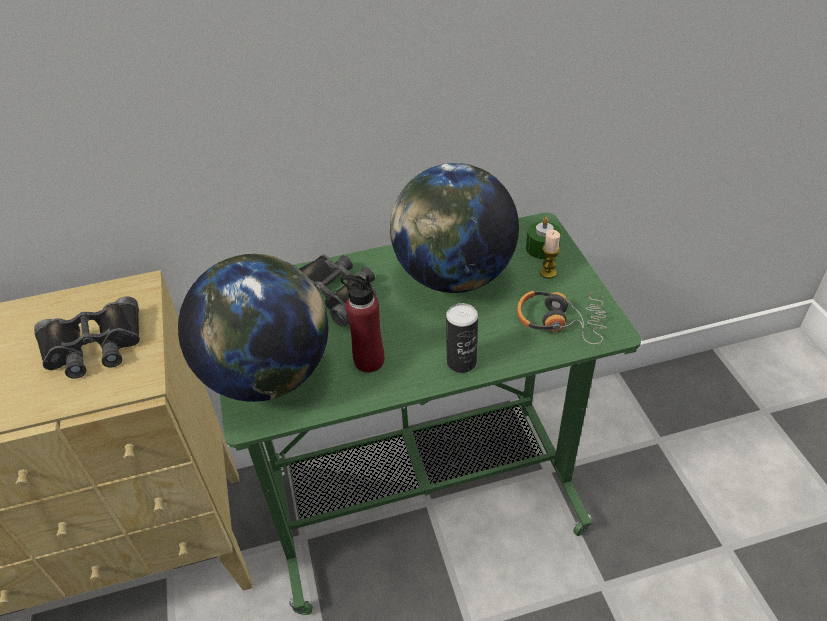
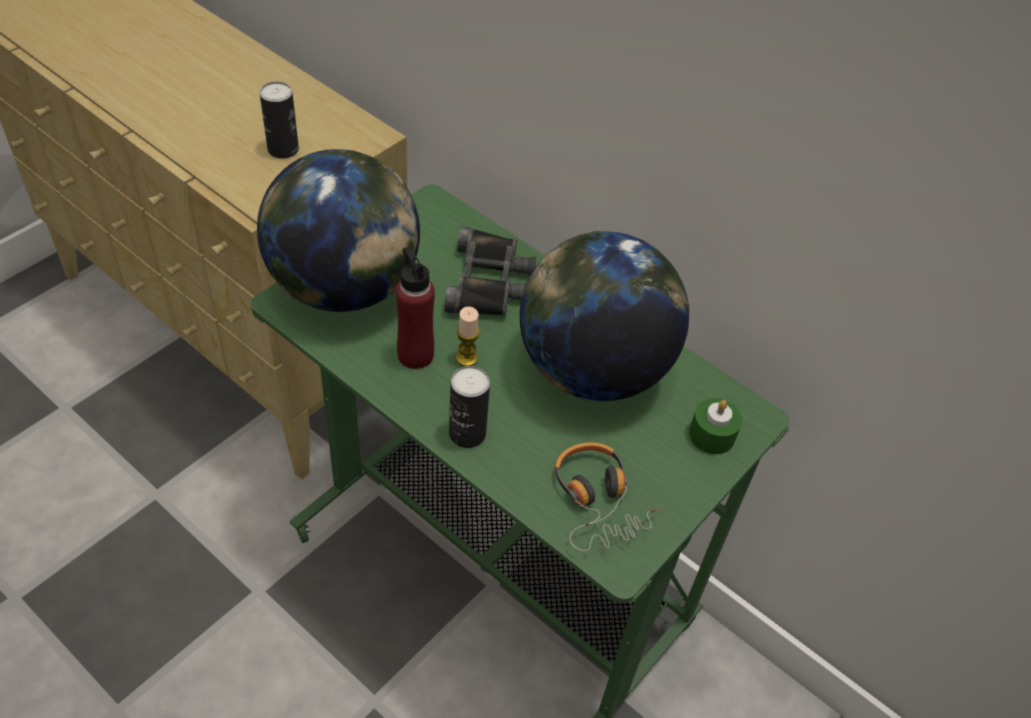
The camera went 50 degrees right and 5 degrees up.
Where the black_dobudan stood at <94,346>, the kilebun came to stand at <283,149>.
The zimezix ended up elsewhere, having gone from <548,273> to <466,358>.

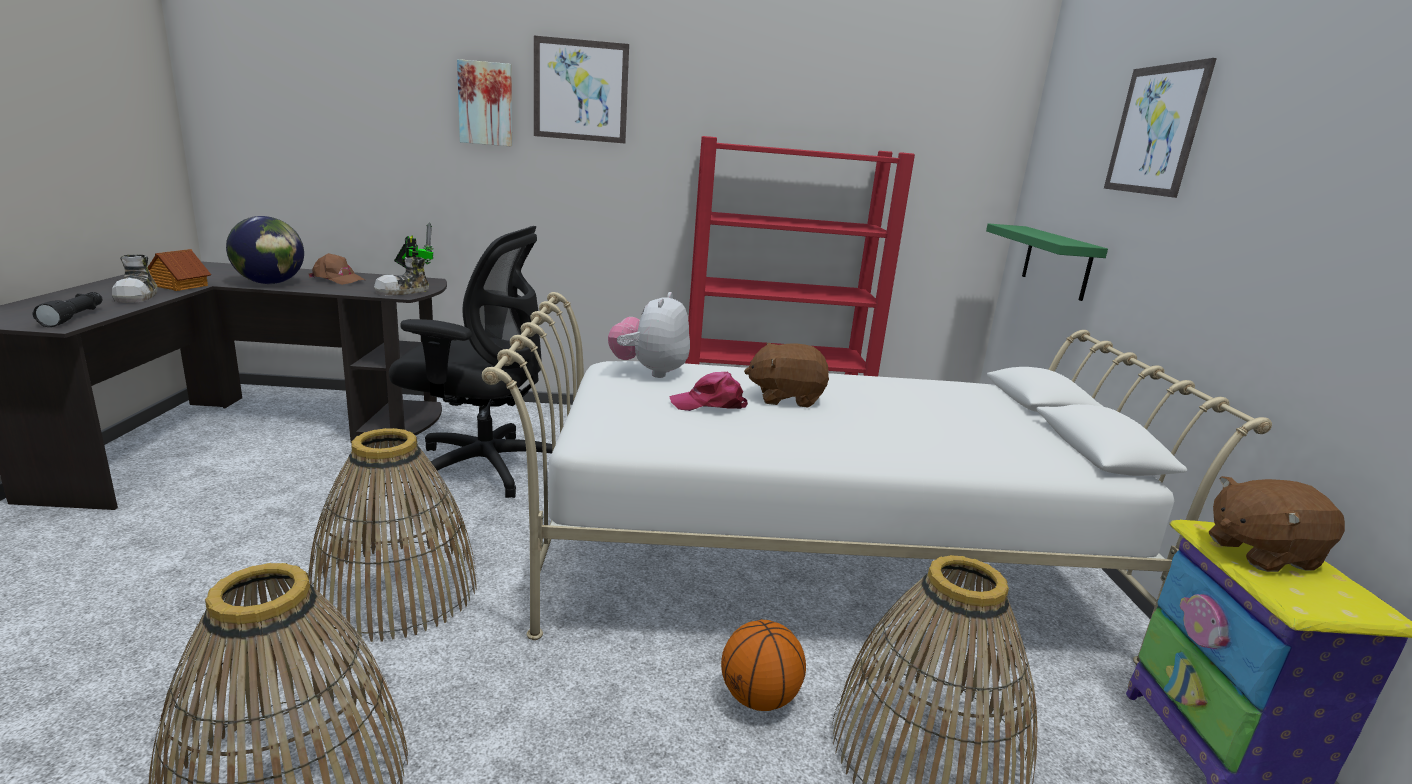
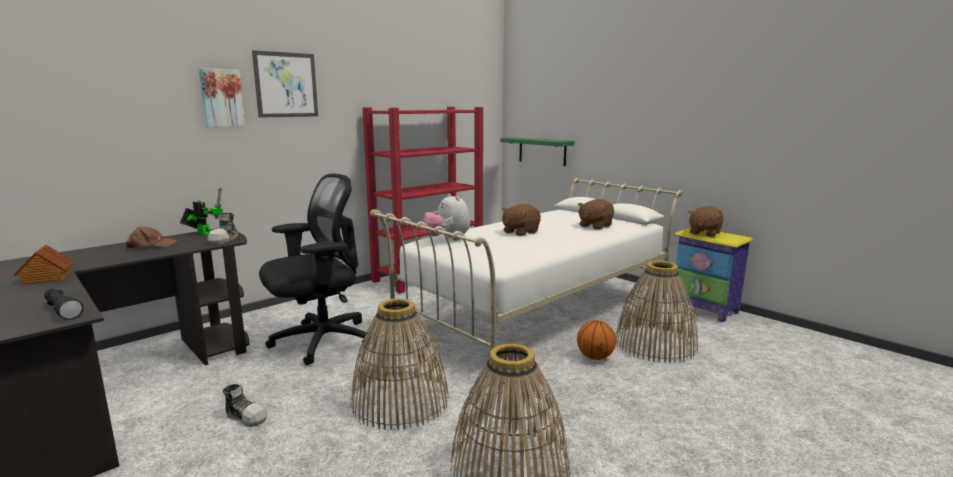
The camera went 40 degrees left and 5 degrees down.
The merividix ended up elsewhere, having gone from <138,296> to <246,416>.
The second view lost the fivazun at <270,283>.
The second view lost the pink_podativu at <709,404>.
The second view lost the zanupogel at <1155,130>.
The second view gained the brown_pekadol at <595,226>.

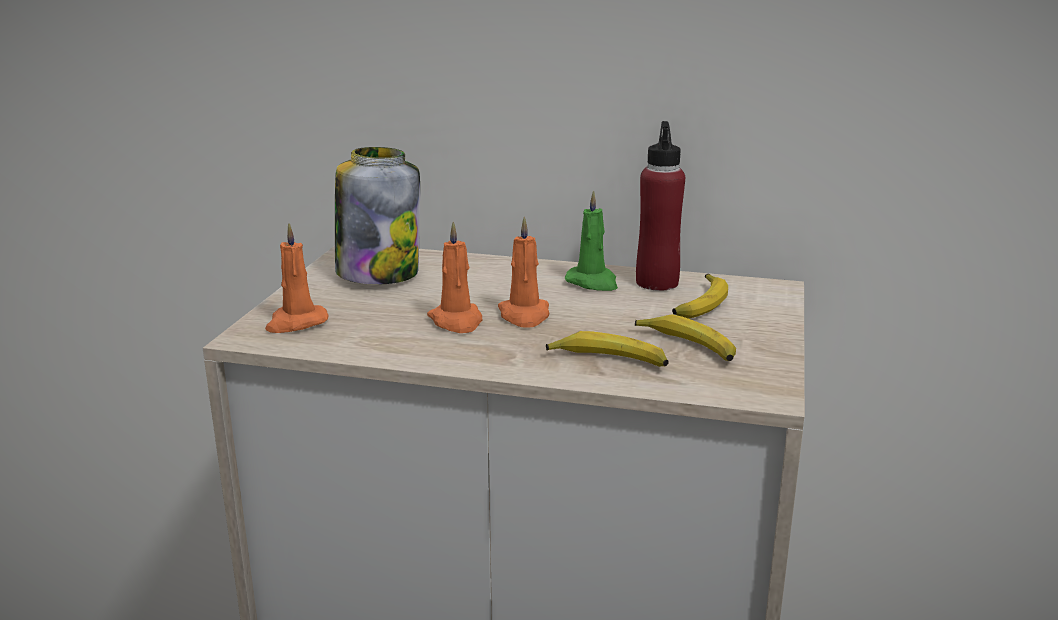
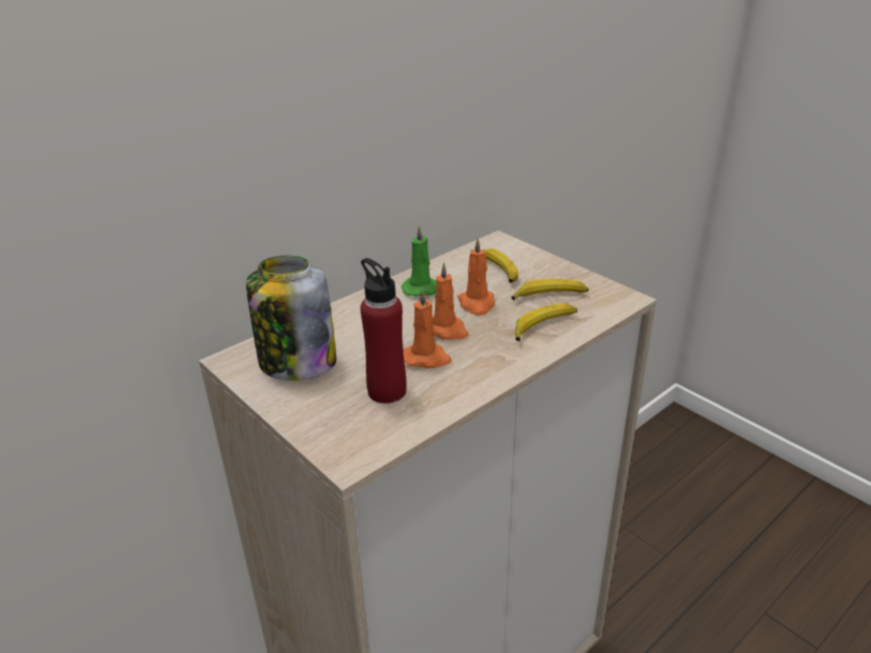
The camera went 55 degrees left and 10 degrees up.
The orange_zimezix ended up elsewhere, having gone from <296,323> to <477,304>.
The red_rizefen ended up elsewhere, having gone from <657,282> to <386,391>.

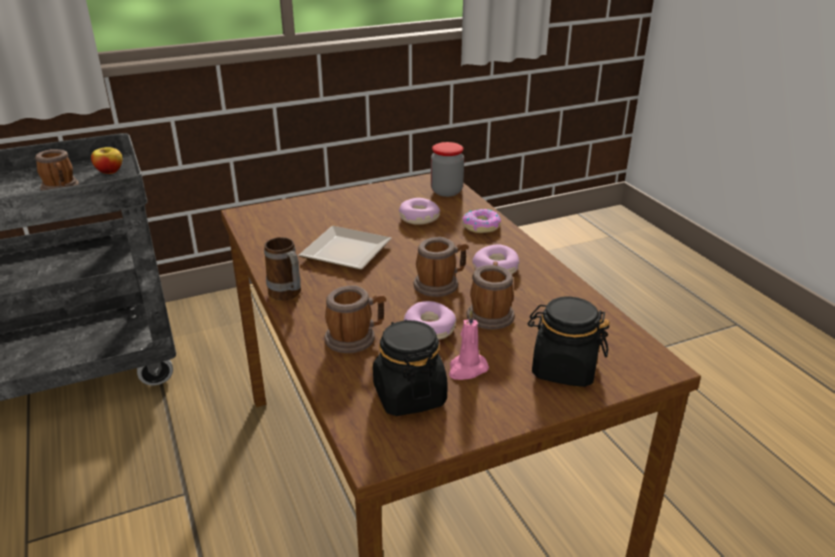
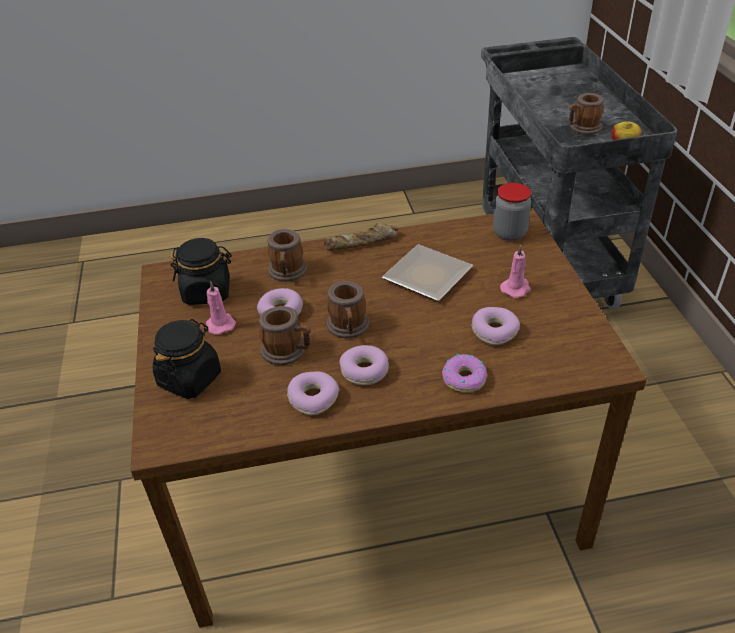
The camera went 105 degrees right and 10 degrees up.
Where the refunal stood at <287,295>, the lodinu came to stand at <362,243>.
The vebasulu ended up elsewhere, having gone from <446,191> to <509,233>.
The second view gained the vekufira at <313,398>.
The second view gained the pink_zimezix at <516,288>.

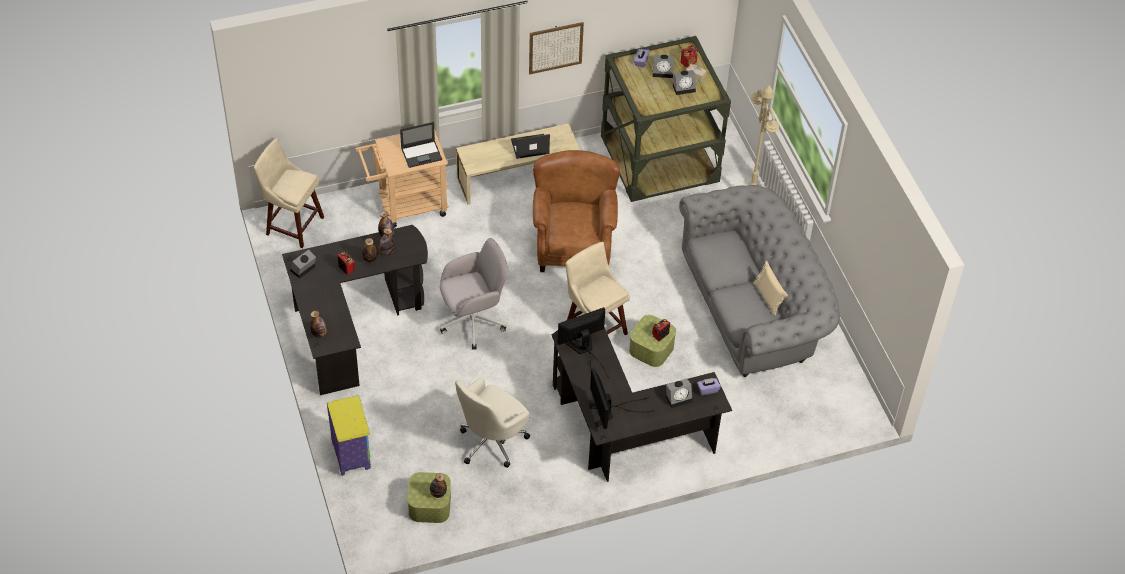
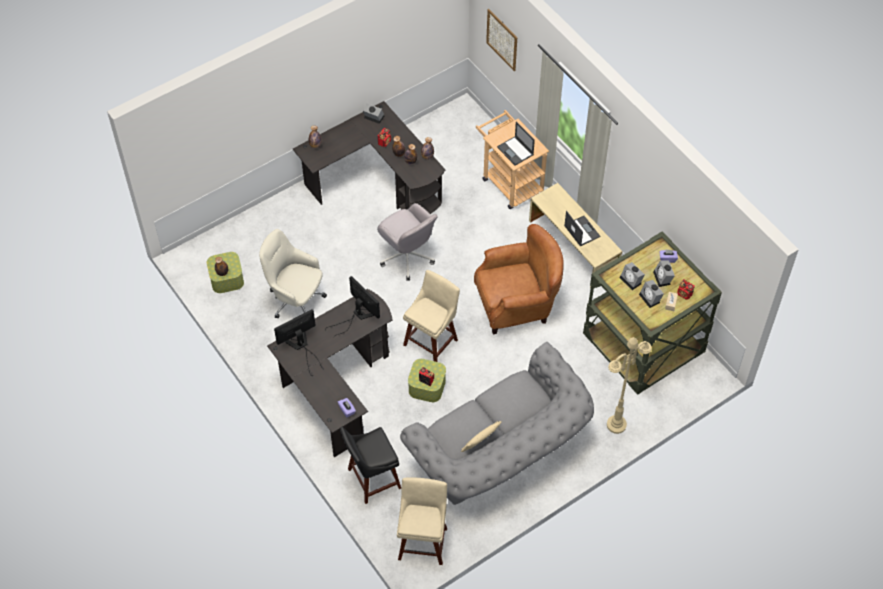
The camera went 75 degrees right and 5 degrees up.
The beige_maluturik ended up elsewhere, having gone from <292,224> to <423,541>.
The second view lost the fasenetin at <351,453>.
The zanupogel ended up elsewhere, having gone from <555,47> to <502,39>.
The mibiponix ended up elsewhere, having gone from <679,398> to <631,280>.
The second view gained the black_maluturik at <371,479>.

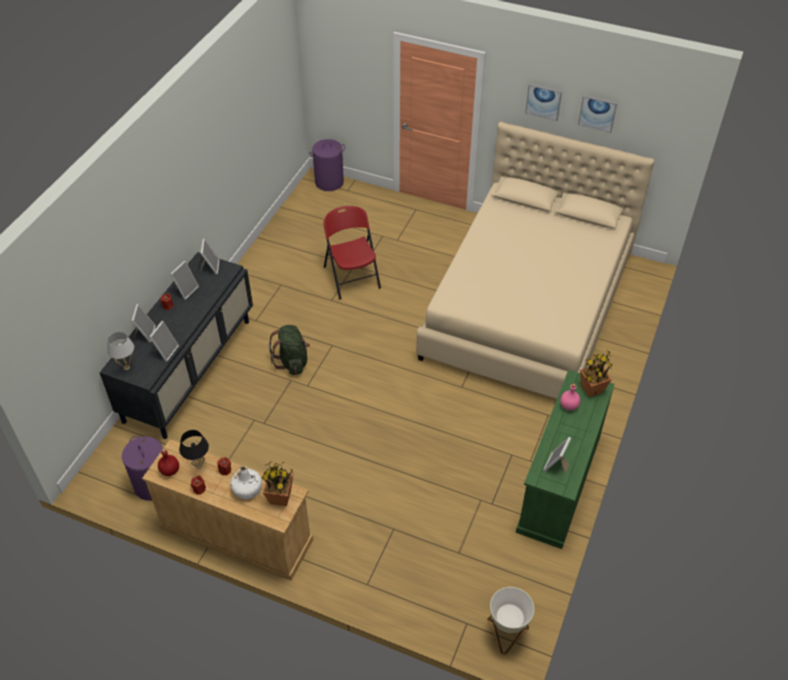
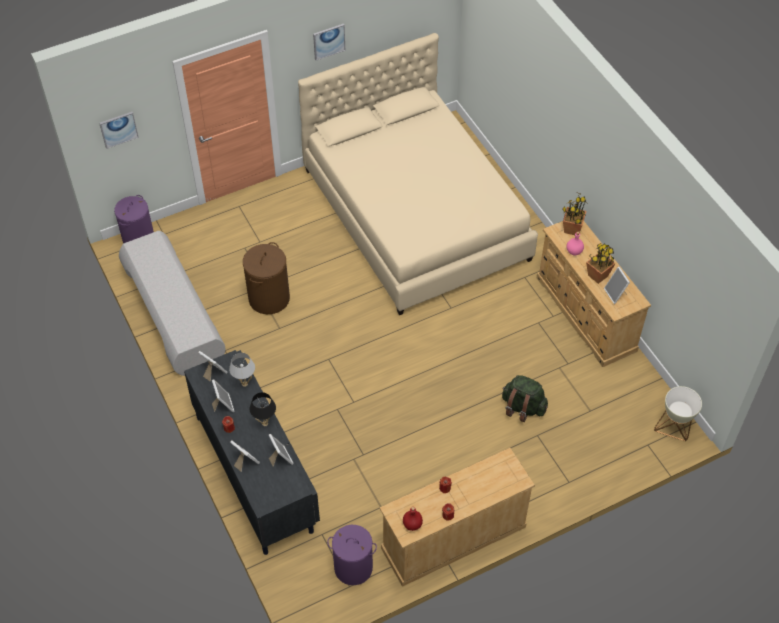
The camera went 50 degrees left and 5 degrees up.
The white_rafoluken ended up elsewhere, having gone from <126,367> to <244,384>.
The black_rafoluken ended up elsewhere, having gone from <198,466> to <265,423>.
The second view lost the white_rizefen at <247,489>.
The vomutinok ended up elsewhere, having gone from <280,497> to <597,275>.
The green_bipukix ended up elsewhere, having gone from <292,361> to <522,407>.
Where the red_maluturik stood at <352,277>, the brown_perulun came to stand at <269,298>.
What was the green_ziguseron at <559,483> turned into the beige_ziguseron at <586,314>.
The zanupogel ended up elsewhere, having gone from <597,113> to <118,129>.
The second view gained the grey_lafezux at <173,312>.

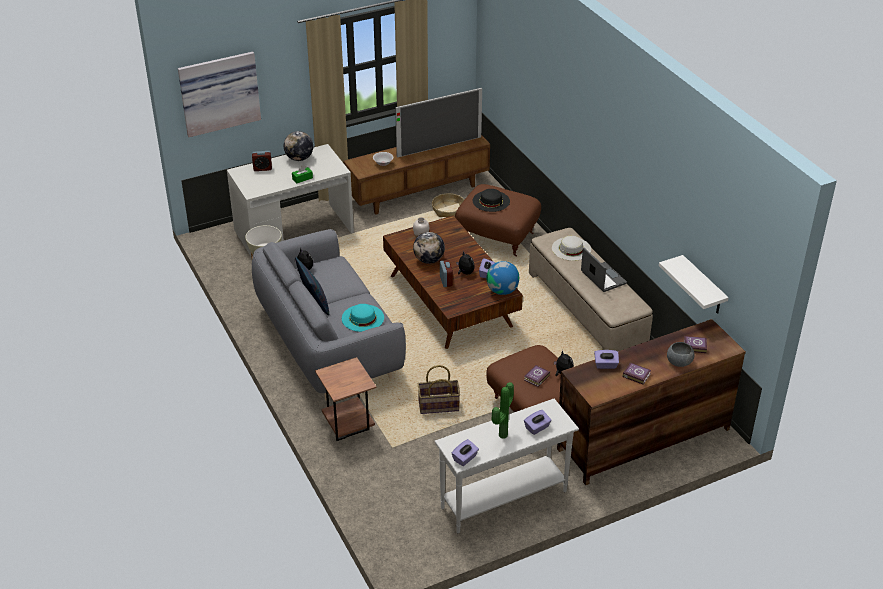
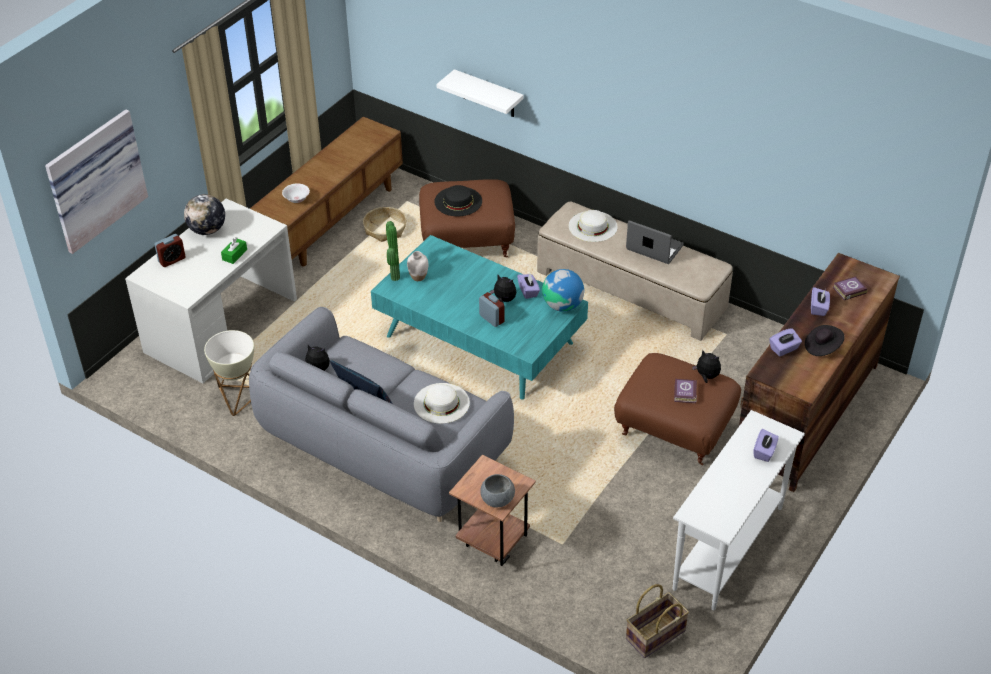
The camera went 30 degrees left and 5 degrees up.
What was the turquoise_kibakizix at <362,318> turned into the white_kibakizix at <441,403>.
What was the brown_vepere at <451,300> turned into the turquoise_vepere at <480,339>.
The second view lost the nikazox at <439,147>.
The second view lost the fivazun at <429,260>.
The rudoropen ended up elsewhere, having gone from <438,406> to <656,635>.
The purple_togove ended up elsewhere, having gone from <465,458> to <818,308>.
The vomutinok ended up elsewhere, having gone from <501,435> to <393,278>.
Where the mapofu stood at <636,375>, the black_kibakizix came to stand at <822,347>.
The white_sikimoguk ended up elsewhere, having gone from <703,286> to <488,94>.
The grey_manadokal ended up elsewhere, having gone from <679,362> to <497,499>.

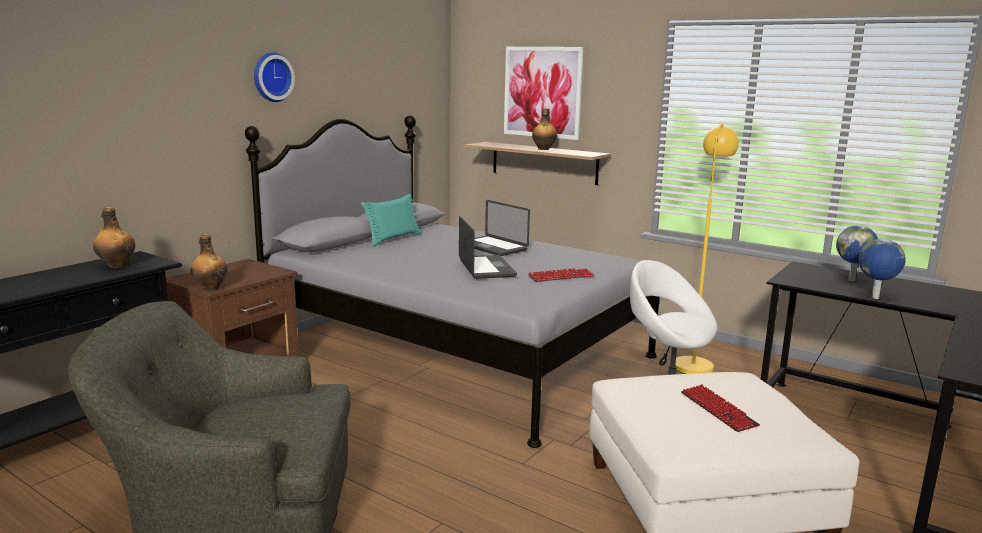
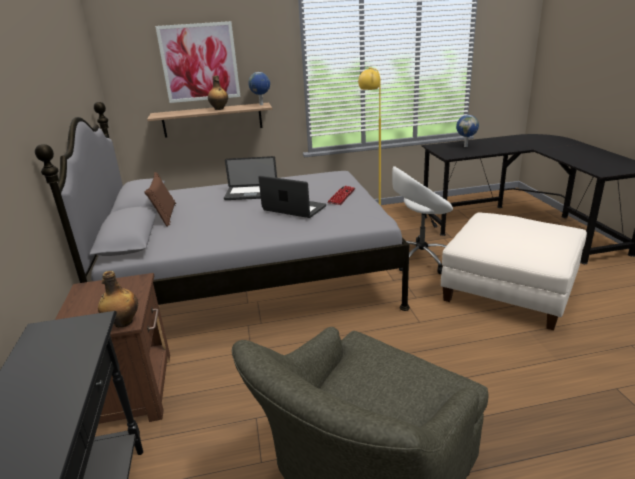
The camera went 45 degrees left and 10 degrees up.
The second view lost the rizefen at <116,265>.
The second view lost the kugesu at <271,77>.
What was the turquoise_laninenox at <392,239> turned into the brown_laninenox at <165,215>.
The second view lost the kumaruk at <718,409>.
The fivazun ended up elsewhere, having gone from <875,298> to <261,105>.

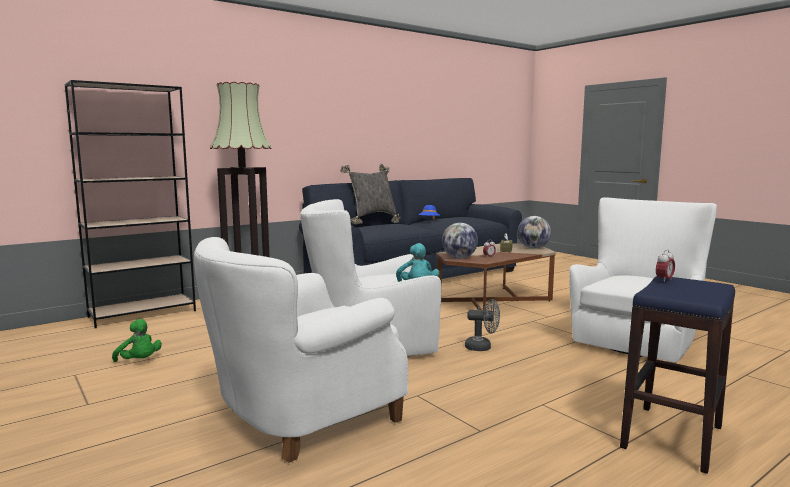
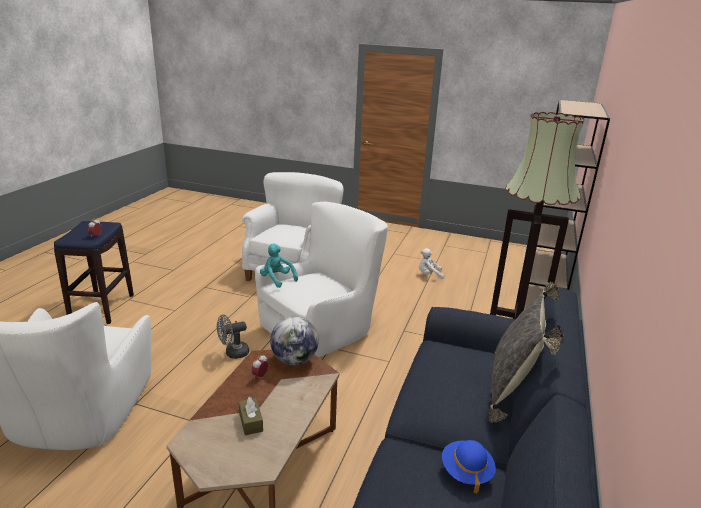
The camera went 145 degrees right and 15 degrees up.
What was the green_pekadol at <139,361> turned into the white_pekadol at <429,275>.
The second view lost the fivazun at <533,248>.

